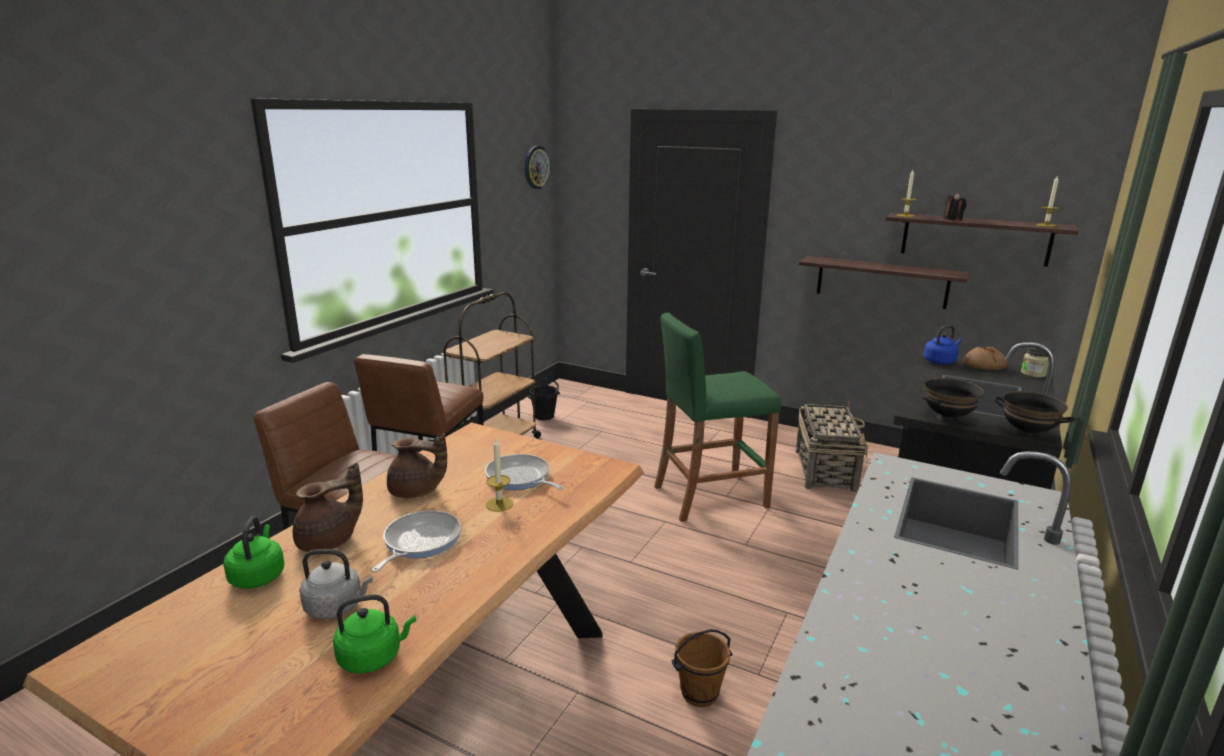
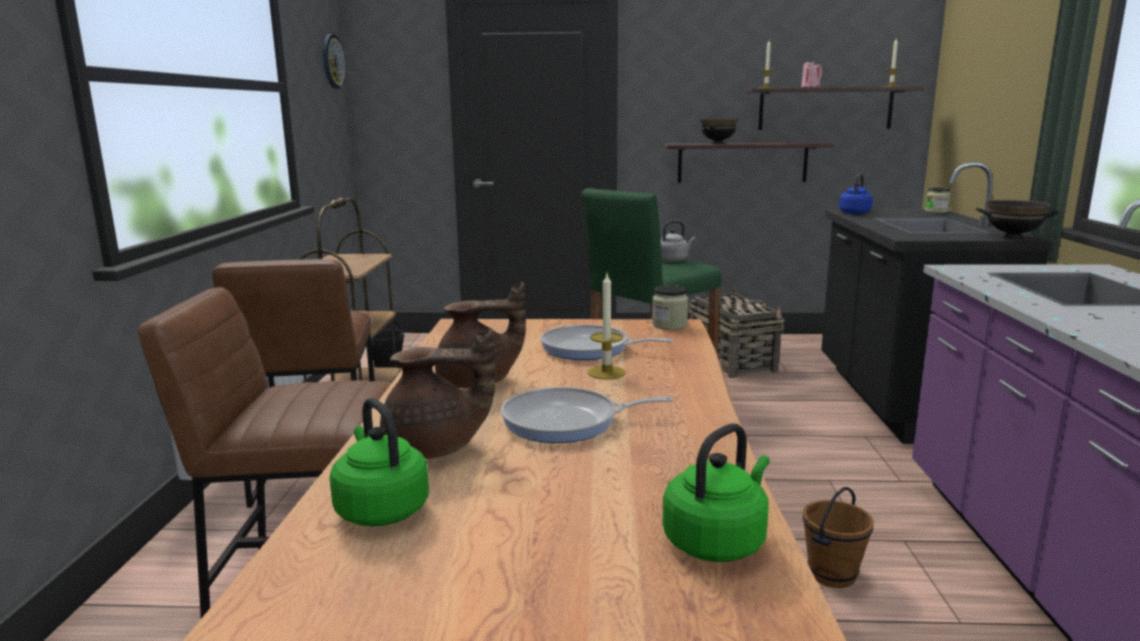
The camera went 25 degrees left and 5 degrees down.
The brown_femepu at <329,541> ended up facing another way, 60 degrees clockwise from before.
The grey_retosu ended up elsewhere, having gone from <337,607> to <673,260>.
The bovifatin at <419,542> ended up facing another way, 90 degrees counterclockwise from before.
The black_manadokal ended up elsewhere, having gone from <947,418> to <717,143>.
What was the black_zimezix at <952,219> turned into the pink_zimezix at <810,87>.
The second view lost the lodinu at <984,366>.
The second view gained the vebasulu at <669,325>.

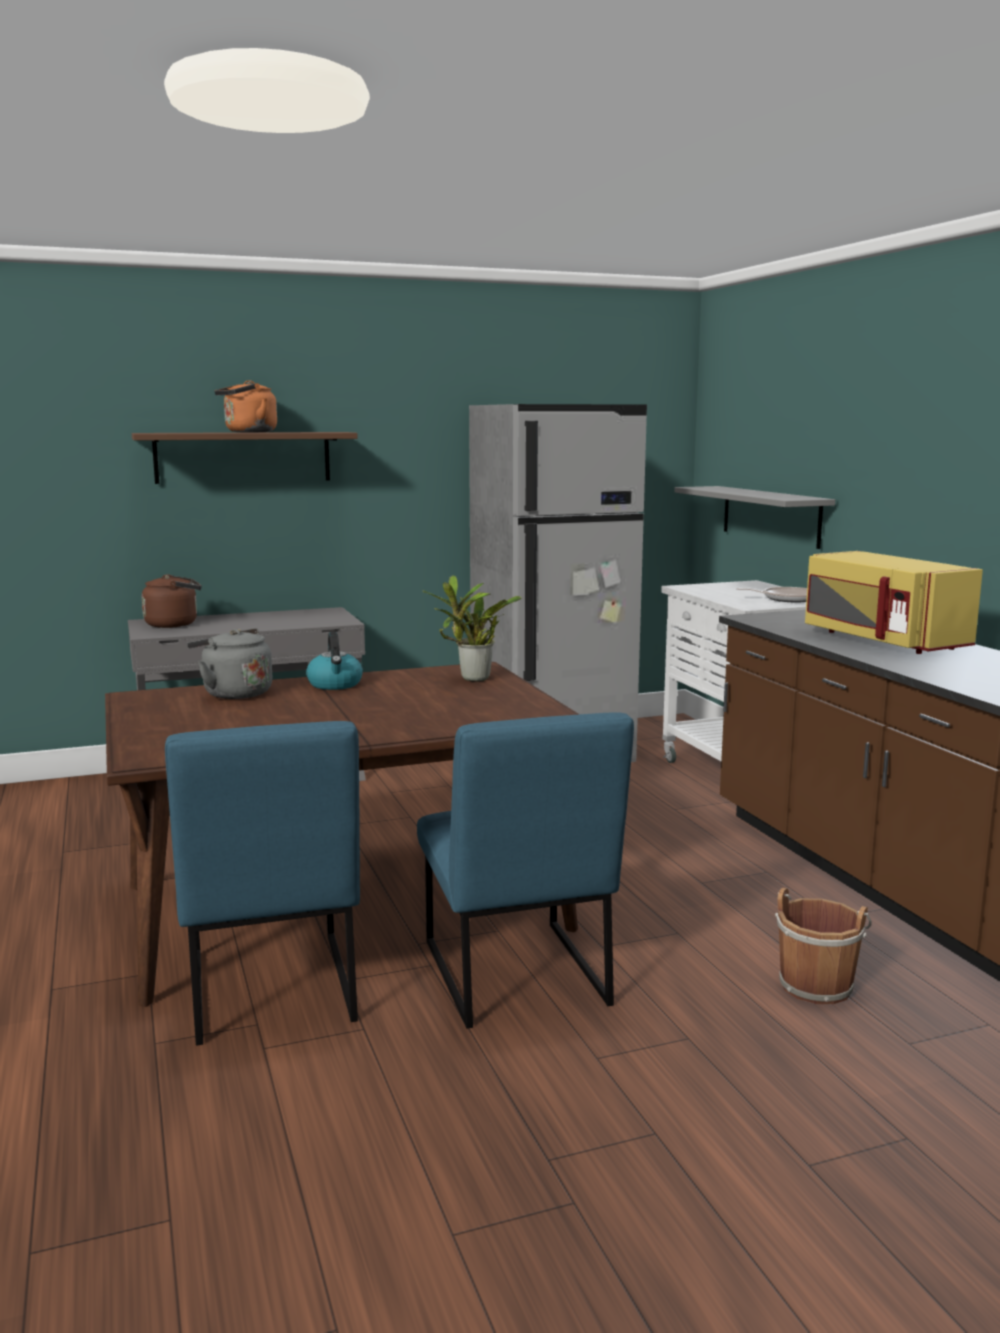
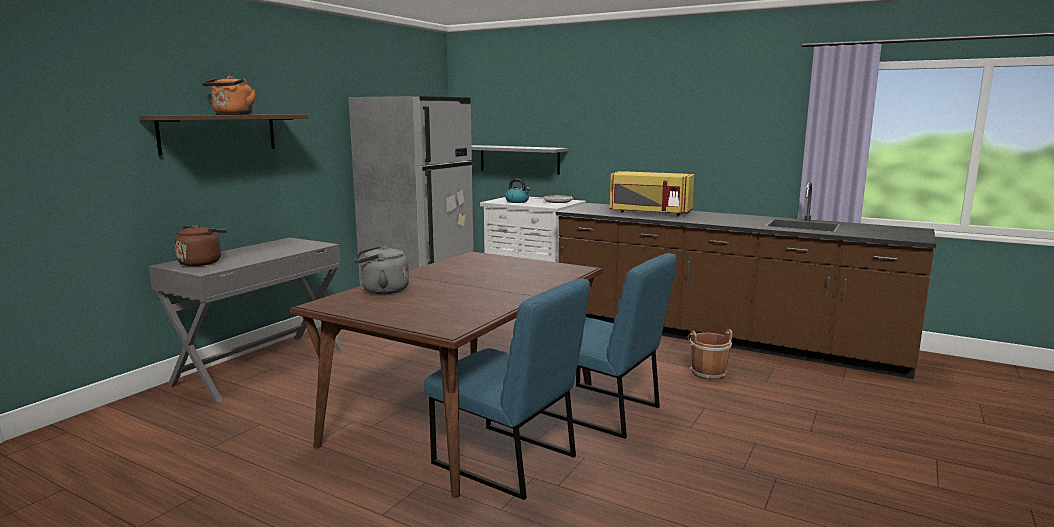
The camera went 40 degrees left and 0 degrees up.
The retosu ended up elsewhere, having gone from <335,684> to <517,201>.
The second view lost the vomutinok at <472,679>.

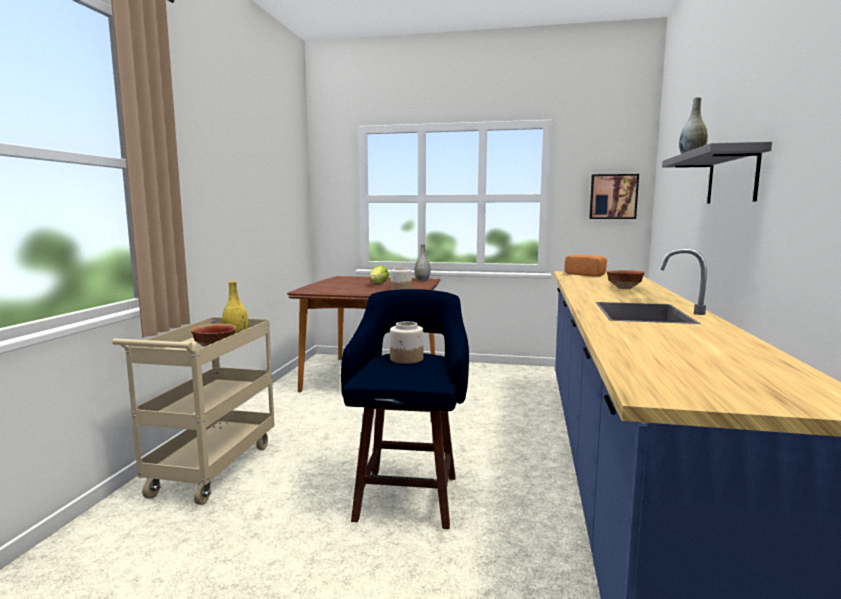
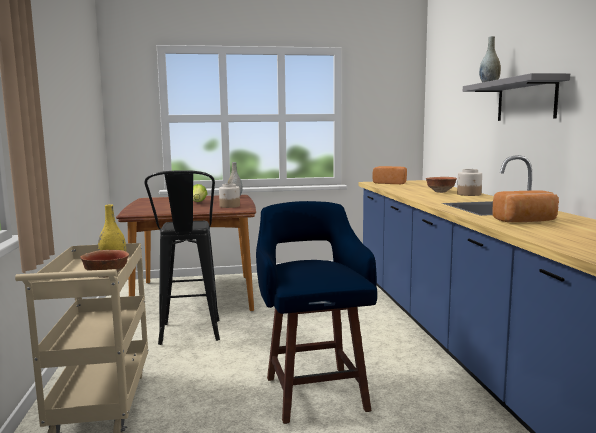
The camera went 20 degrees left and 0 degrees up.
The vebasulu ended up elsewhere, having gone from <406,359> to <469,194>.
The second view lost the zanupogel at <613,196>.
The second view gained the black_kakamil at <189,337>.
The second view gained the lodinu at <526,221>.

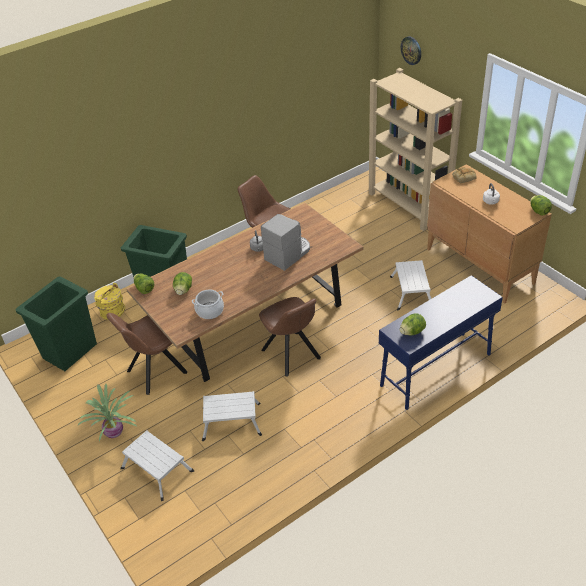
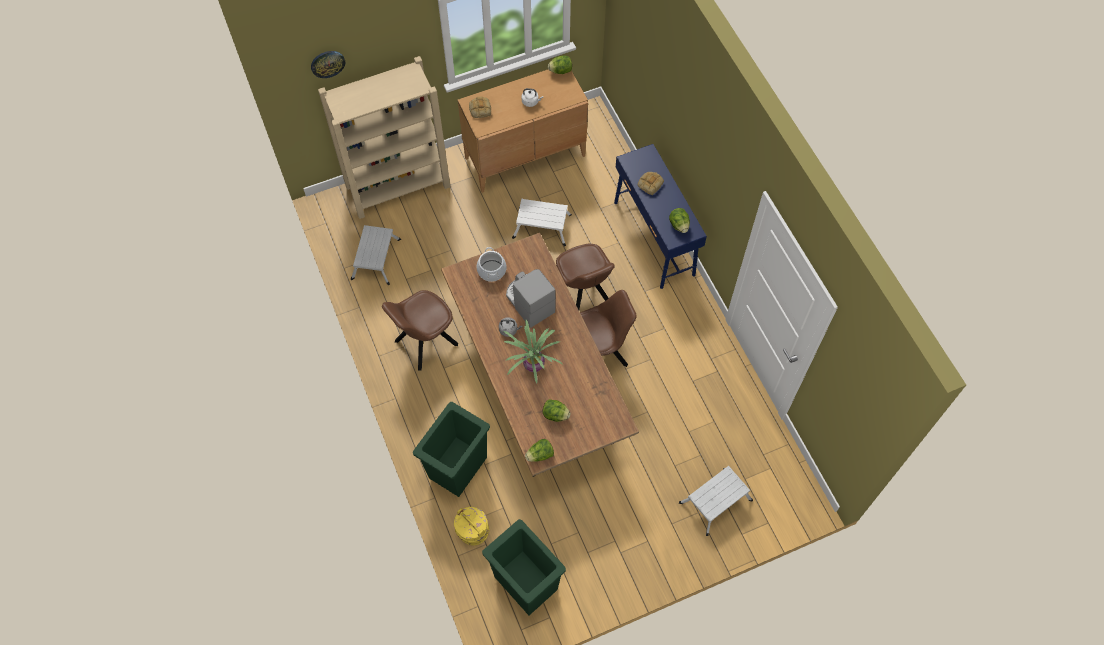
The camera went 80 degrees left and 20 degrees up.
The vomutinok ended up elsewhere, having gone from <115,432> to <533,364>.
The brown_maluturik ended up elsewhere, having gone from <156,372> to <584,295>.
The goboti ended up elsewhere, having gone from <210,311> to <492,270>.
The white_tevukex ended up elsewhere, having gone from <231,421> to <376,259>.
The second view gained the lodinu at <650,183>.

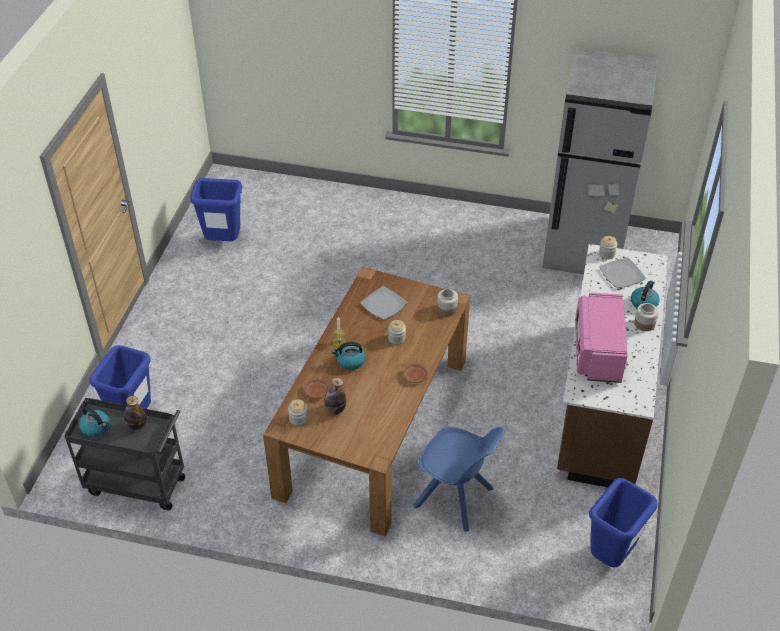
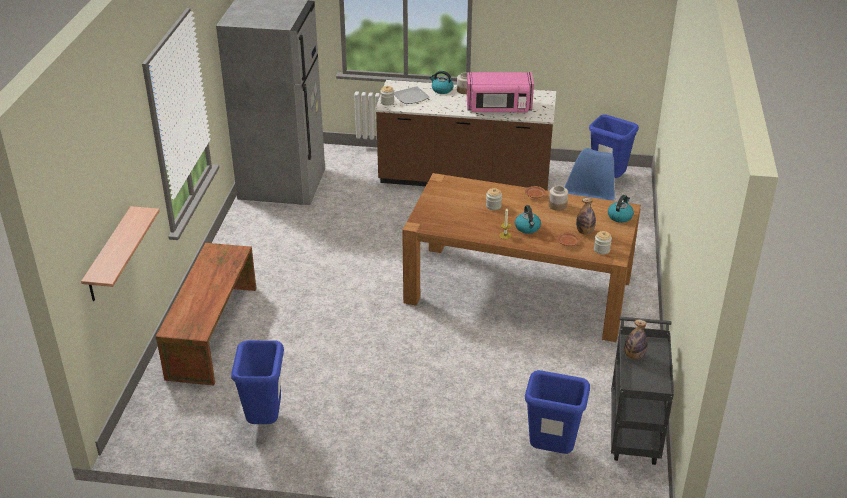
The camera went 95 degrees left and 10 degrees down.
The retosu ended up elsewhere, having gone from <96,427> to <620,216>.
The second view lost the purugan at <384,305>.
The vebasulu ended up elsewhere, having gone from <447,309> to <557,205>.
The second view gained the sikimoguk at <109,255>.
The second view gained the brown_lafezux at <211,331>.

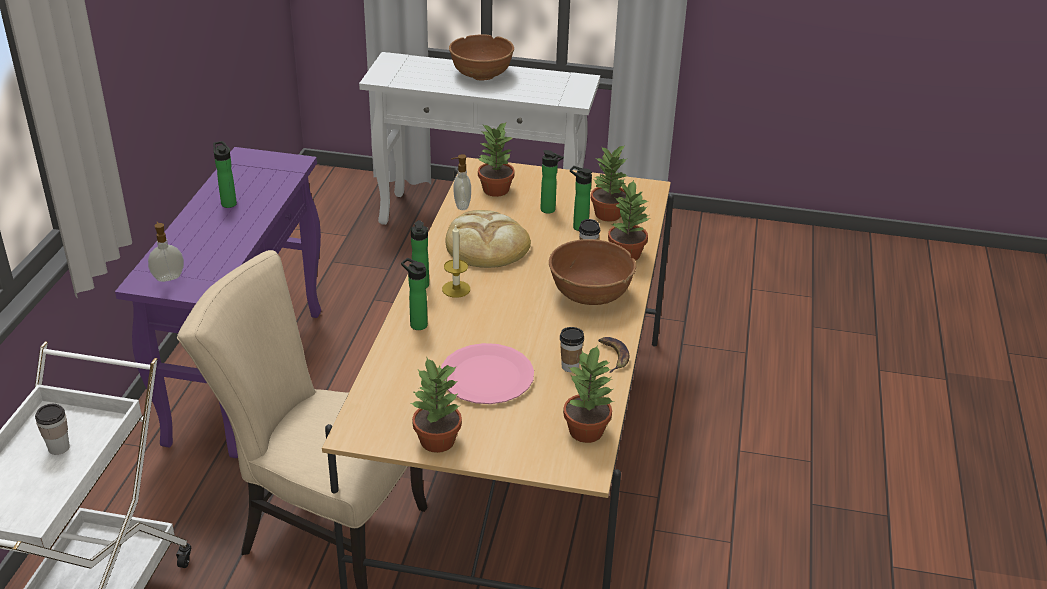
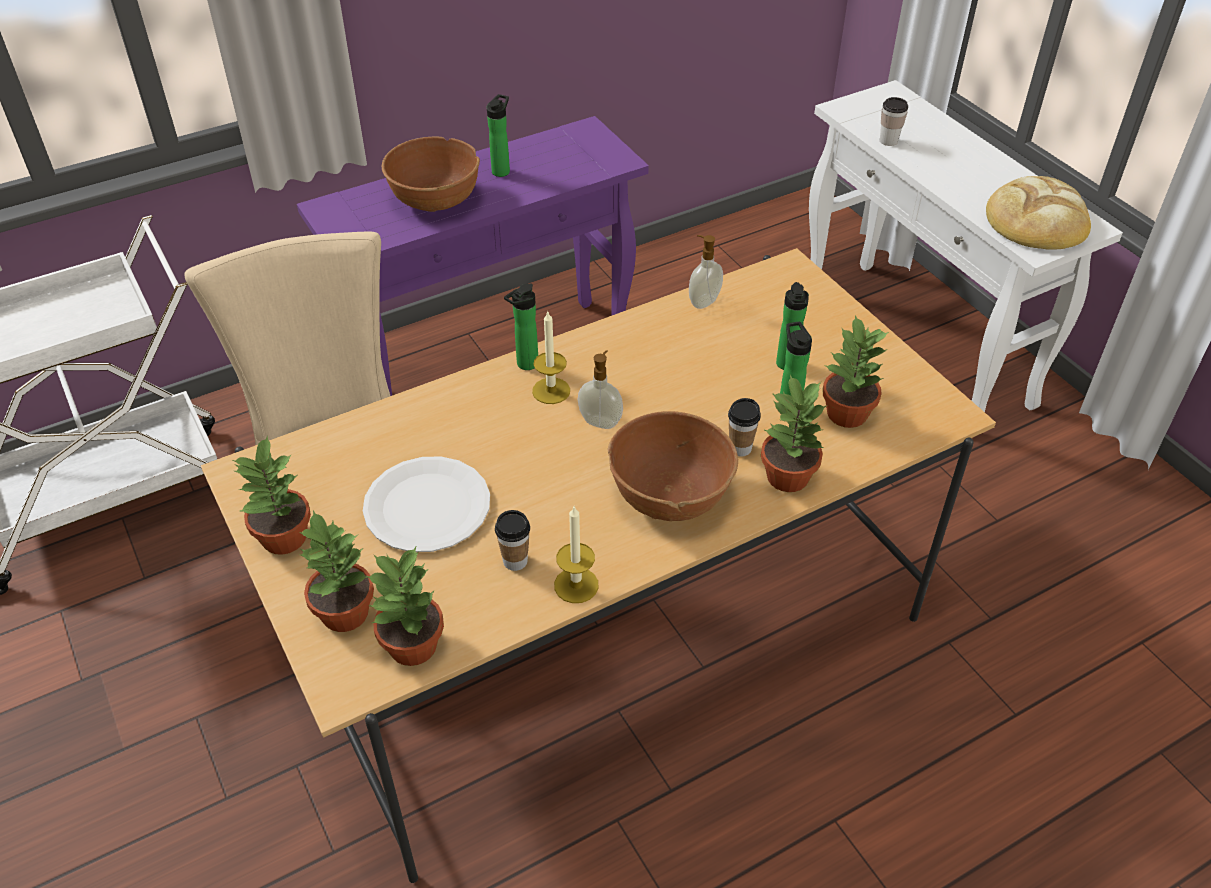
The camera went 50 degrees right and 10 degrees up.
The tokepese ended up elsewhere, having gone from <59,447> to <888,141>.
The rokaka ended up elsewhere, having gone from <168,277> to <601,421>.
The second view lost the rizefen at <416,324>.
What was the pink_purugan at <487,376> turned into the white_purugan at <427,506>.
The lodinu ended up elsewhere, having gone from <486,245> to <1037,220>.
The brown_manadokal ended up elsewhere, having gone from <481,74> to <435,199>.
The vomutinok ended up elsewhere, having gone from <495,190> to <343,612>.
Where the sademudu stood at <613,356>, the zimezix came to stand at <576,585>.

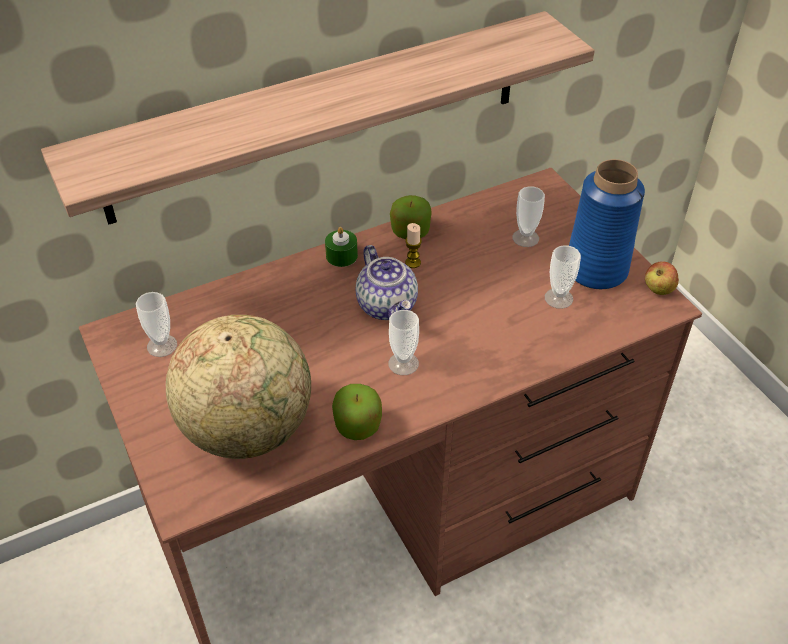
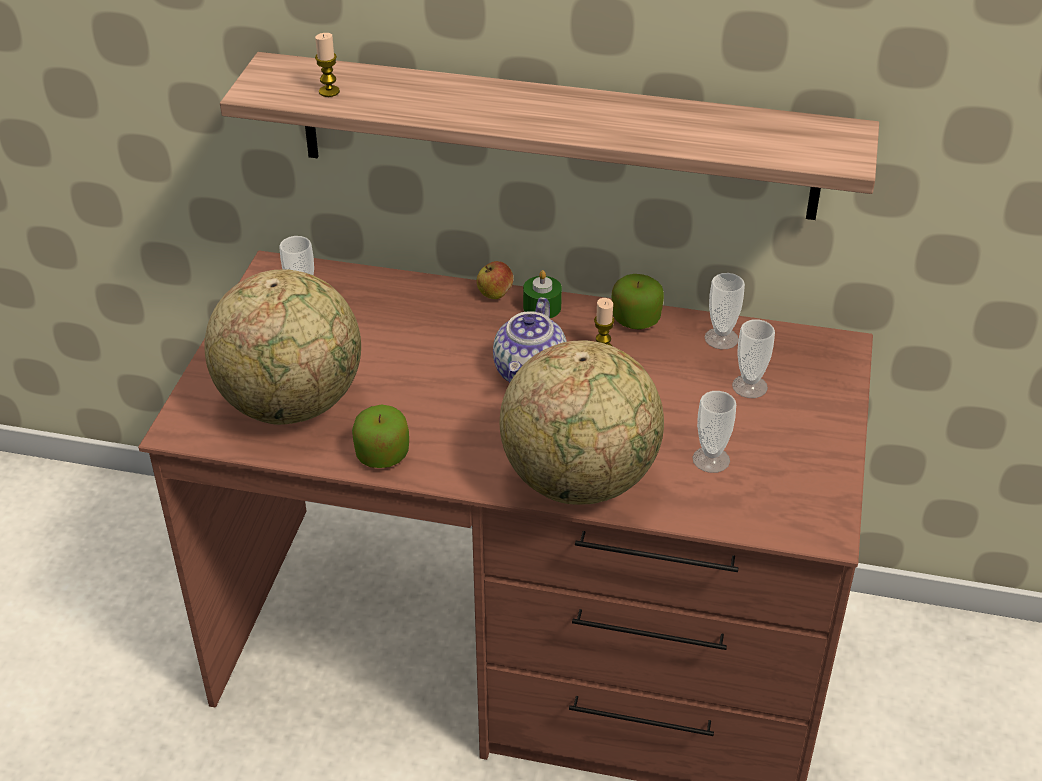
The camera went 40 degrees right and 5 degrees down.
The tokepese ended up elsewhere, having gone from <403,363> to <721,338>.
The second view lost the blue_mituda at <596,269>.
The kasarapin ended up elsewhere, having gone from <658,289> to <495,294>.
The second view gained the zimezix at <329,91>.
The second view gained the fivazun at <580,480>.

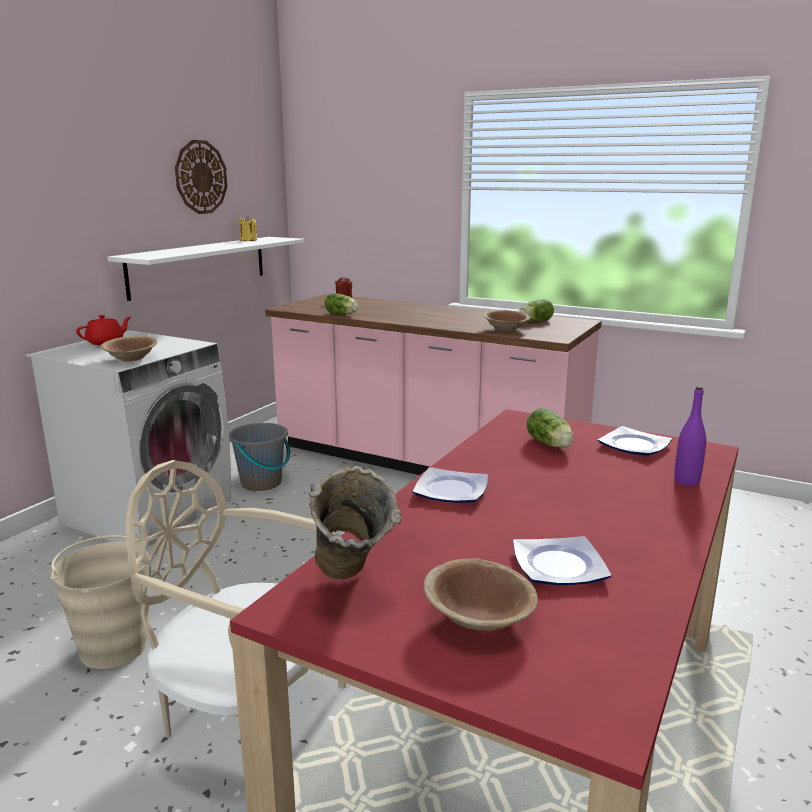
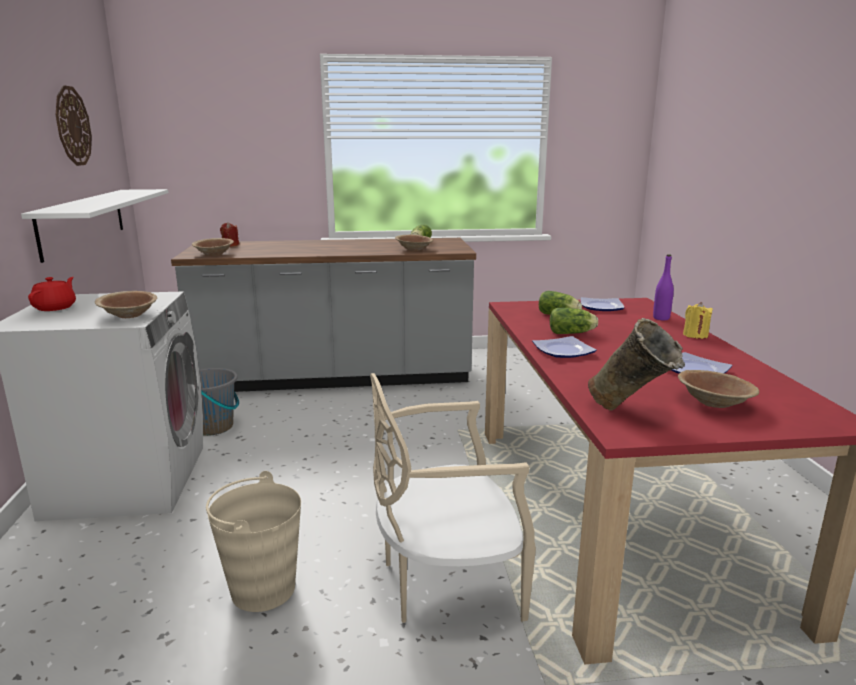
The camera went 35 degrees left and 0 degrees up.
The yellow_zimezix ended up elsewhere, having gone from <248,240> to <695,335>.
What was the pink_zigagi at <425,462> turned into the grey_zigagi at <335,377>.
The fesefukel ended up elsewhere, having gone from <342,314> to <573,333>.
The second view gained the brown_manadokal at <214,254>.

